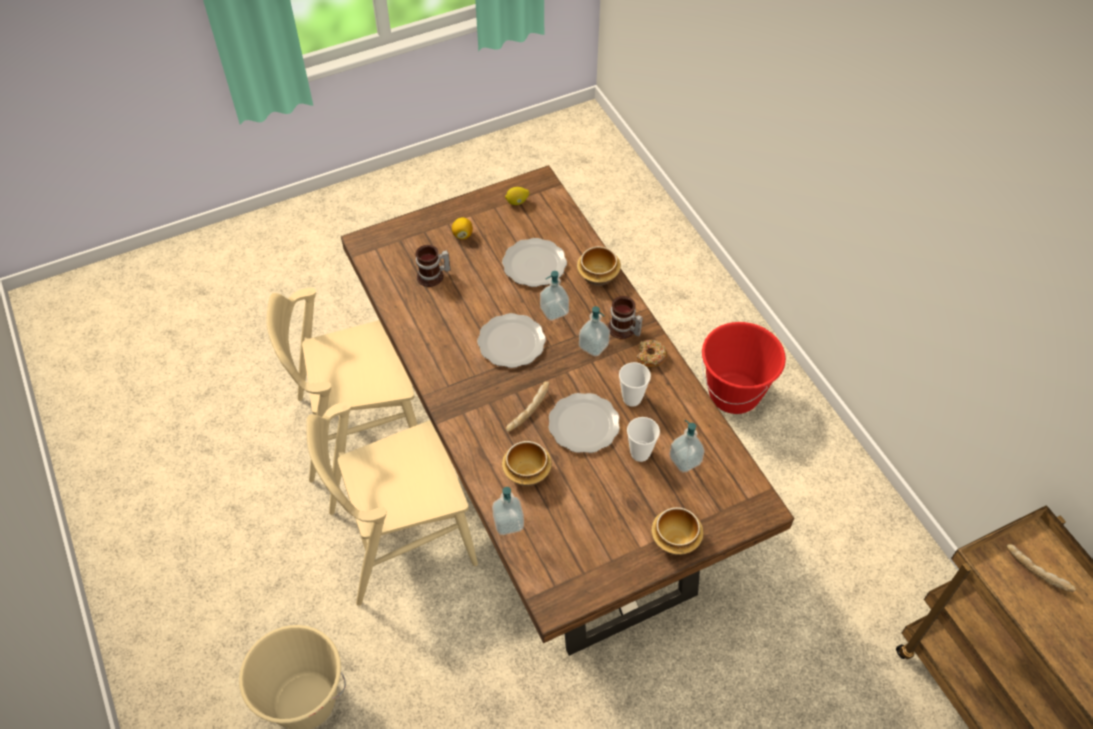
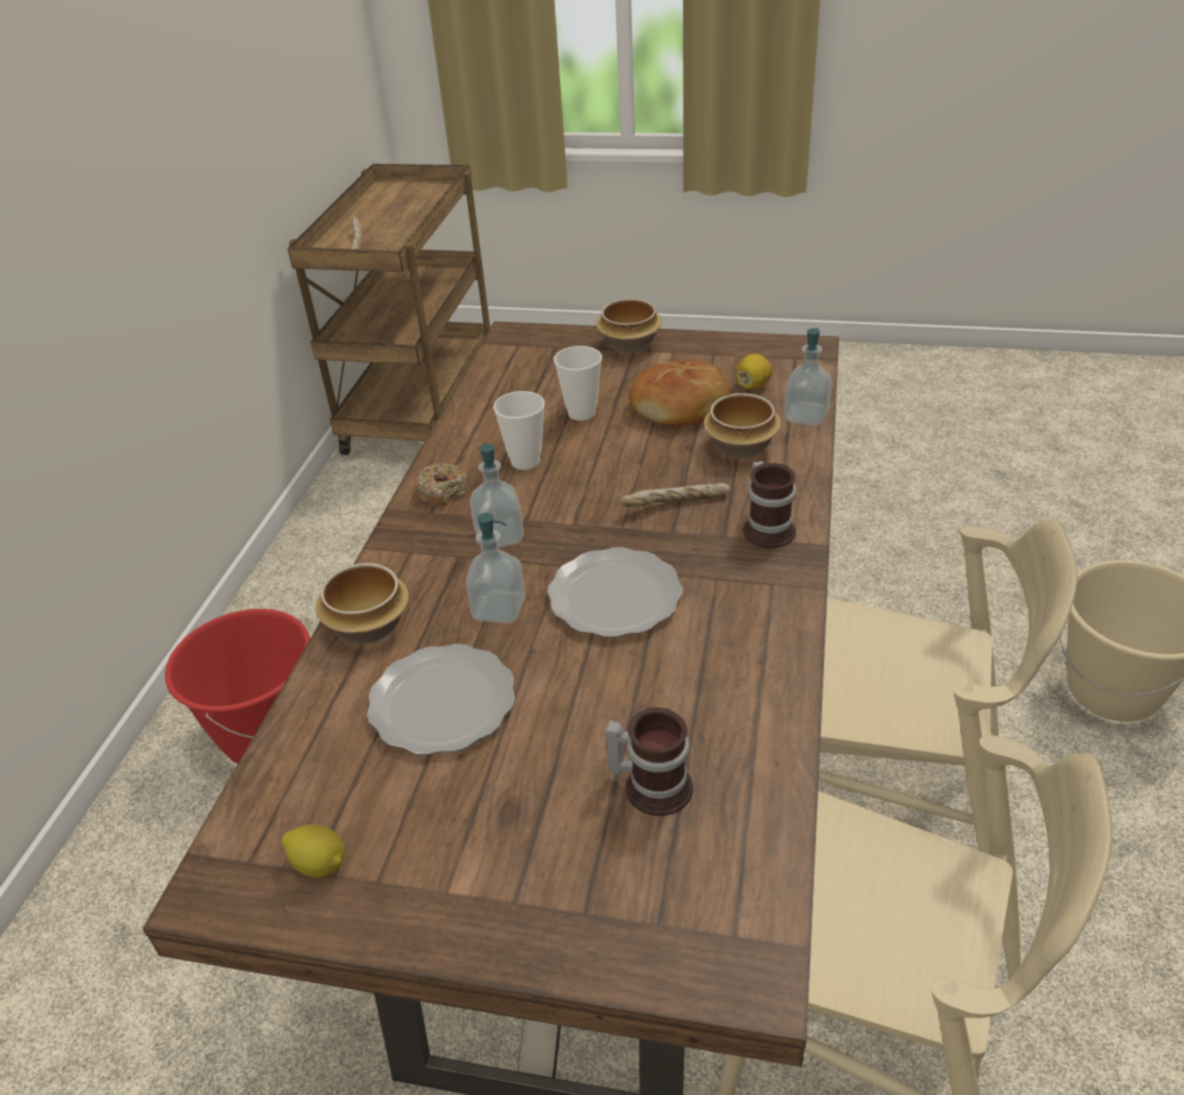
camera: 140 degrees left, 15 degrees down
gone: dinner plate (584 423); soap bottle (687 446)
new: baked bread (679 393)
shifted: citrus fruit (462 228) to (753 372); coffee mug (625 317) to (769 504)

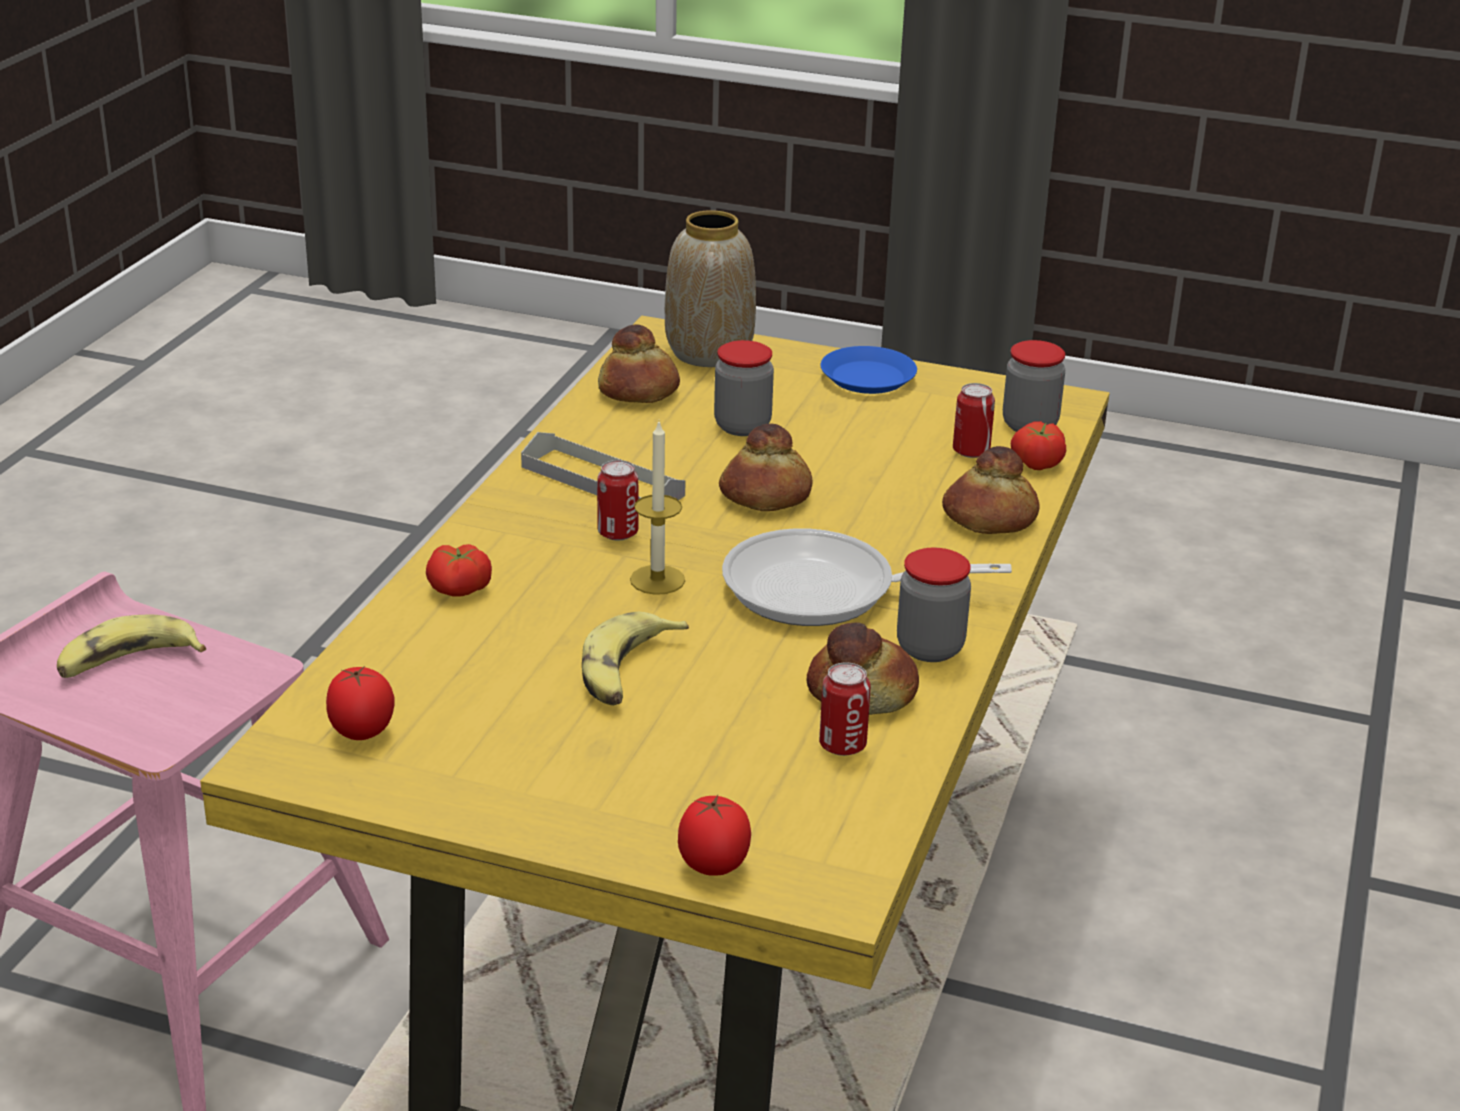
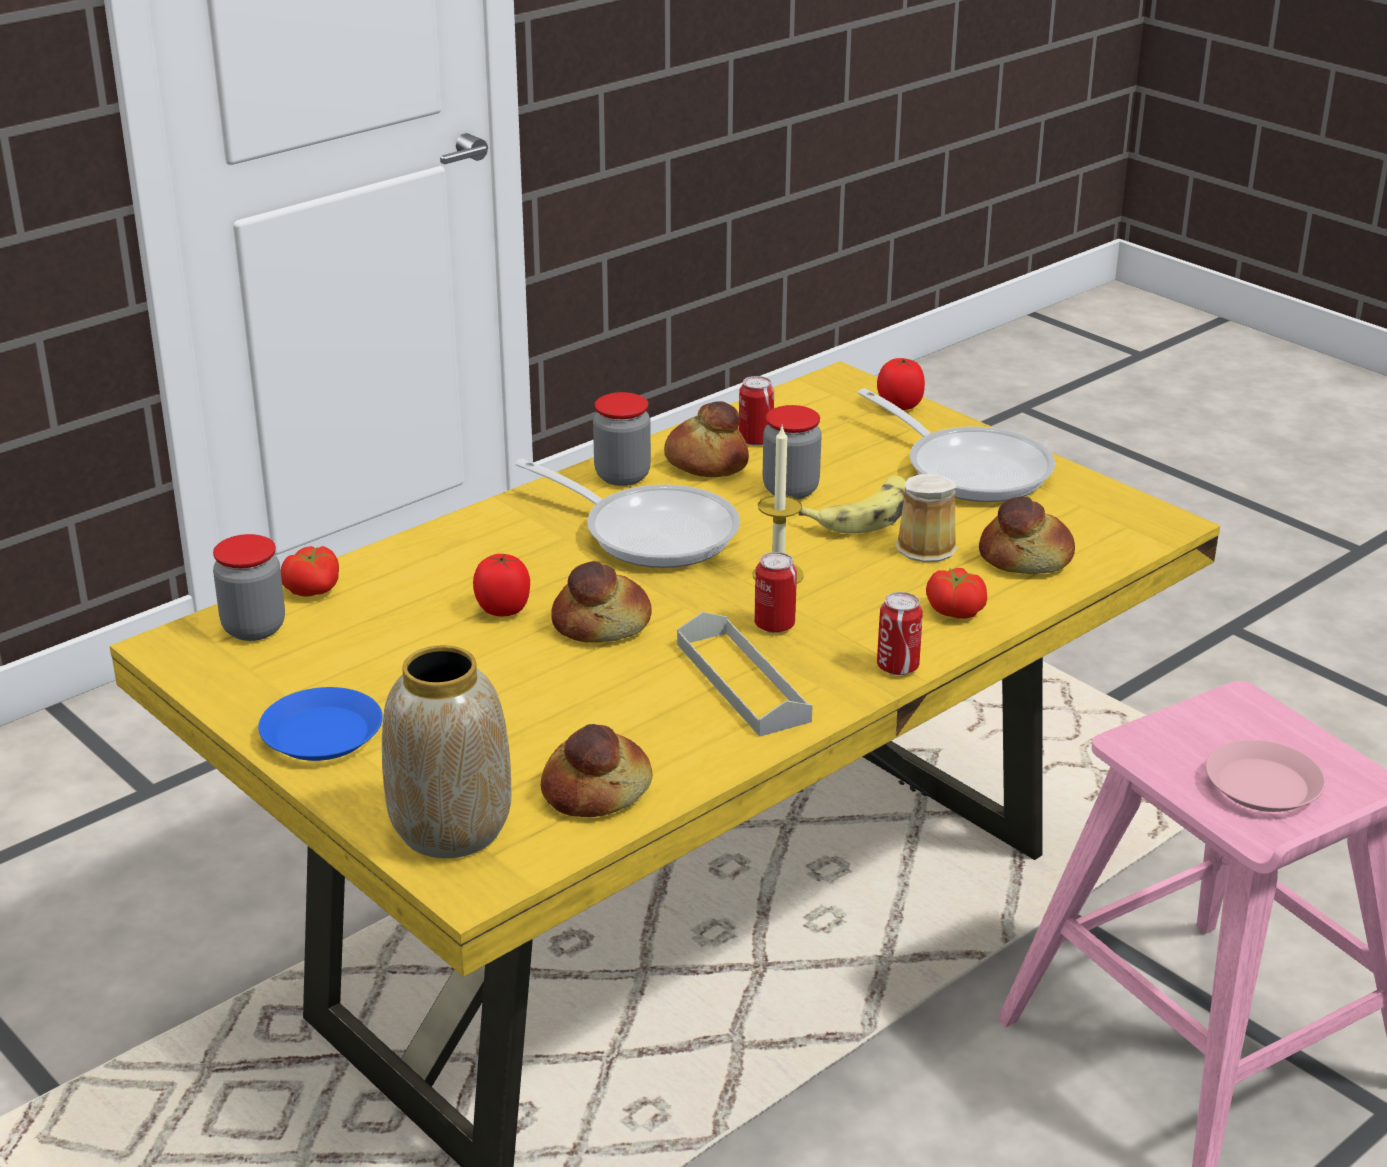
camera: 150 degrees left, 0 degrees up
new: frying pan (956 445); coffee mug (926 518)
shifted: jar (744 388) to (792 452); can (974 420) to (900 633); baked bread (991 490) to (1027 535); whole tomato (360 703) to (501 584)
swapped: banana fruit (131 646) to dinner plate in pinkish (1266 776)

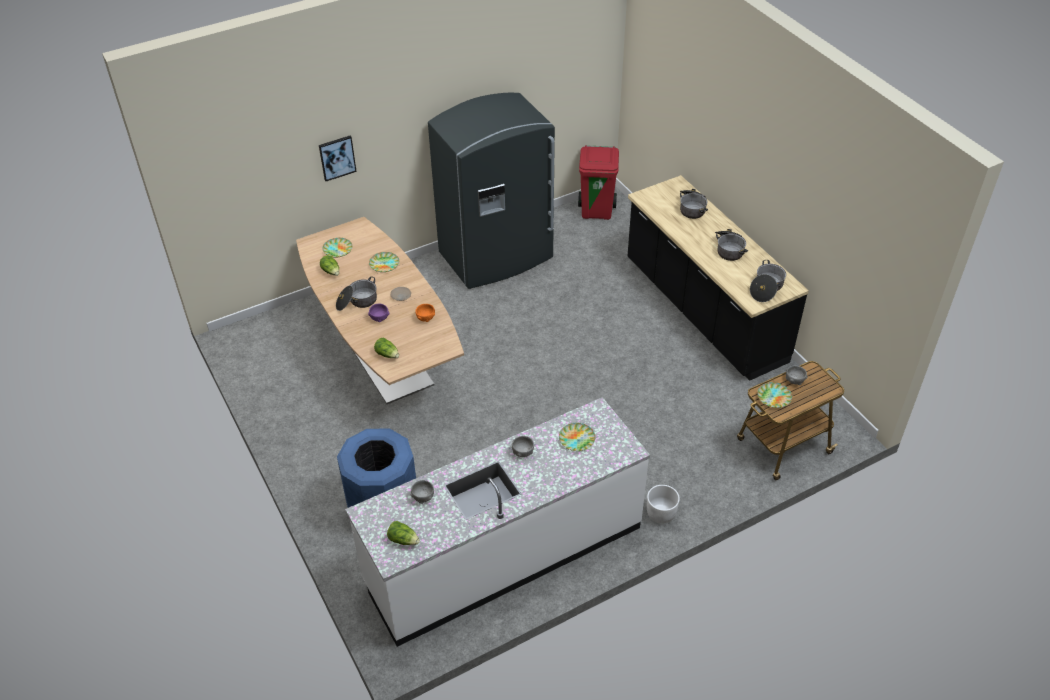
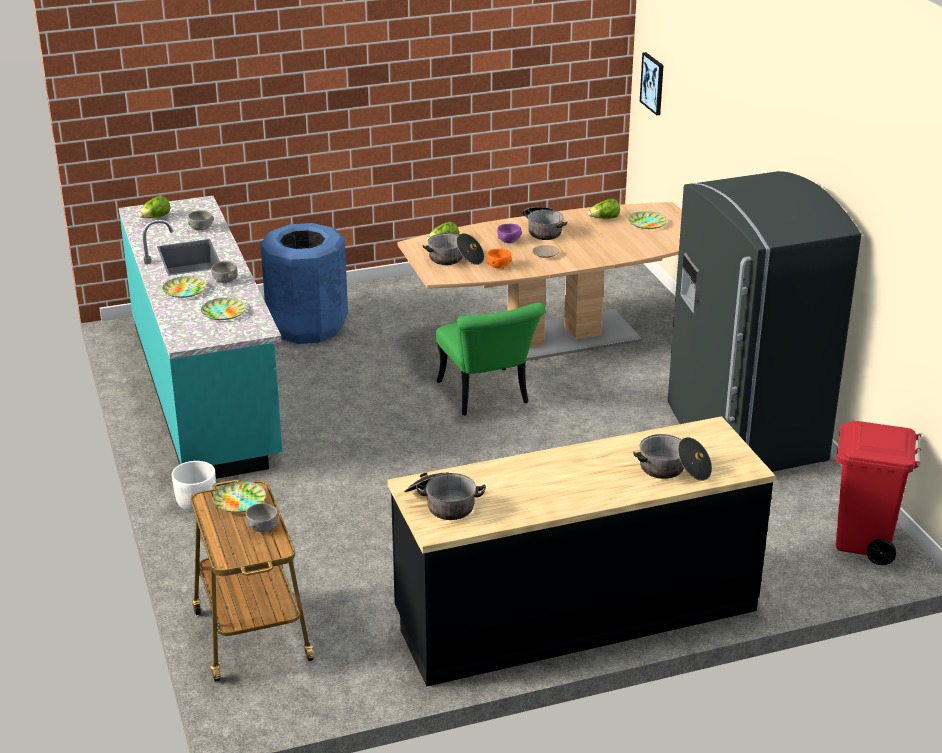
camera: 100 degrees right, 15 degrees down
new: plain chair in greenish (490 359)
shifted: wall picture (338 158) to (652 83); cooking pot (731 245) to (453 249); dinner plate (384 262) to (184 287)
repainted: counter in whitish (497 522) to counter in turquoise (200 337)

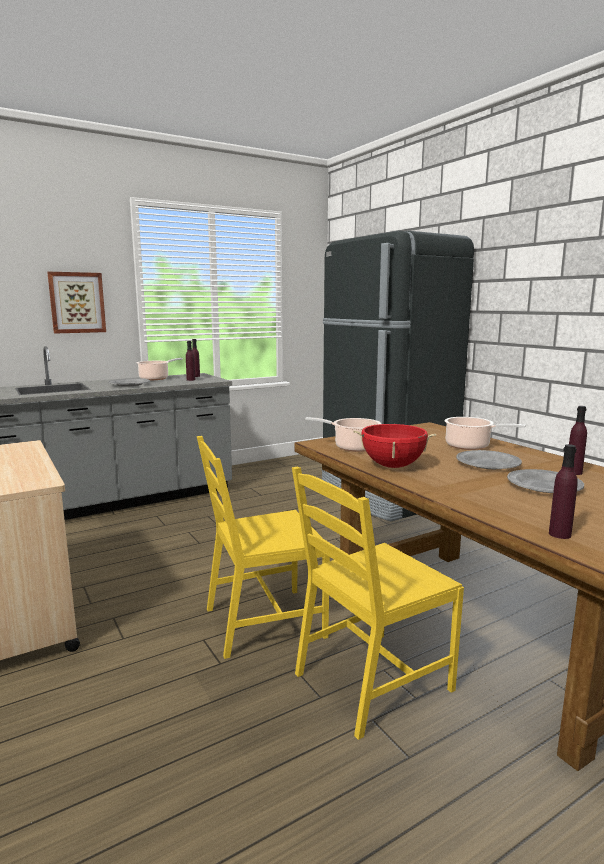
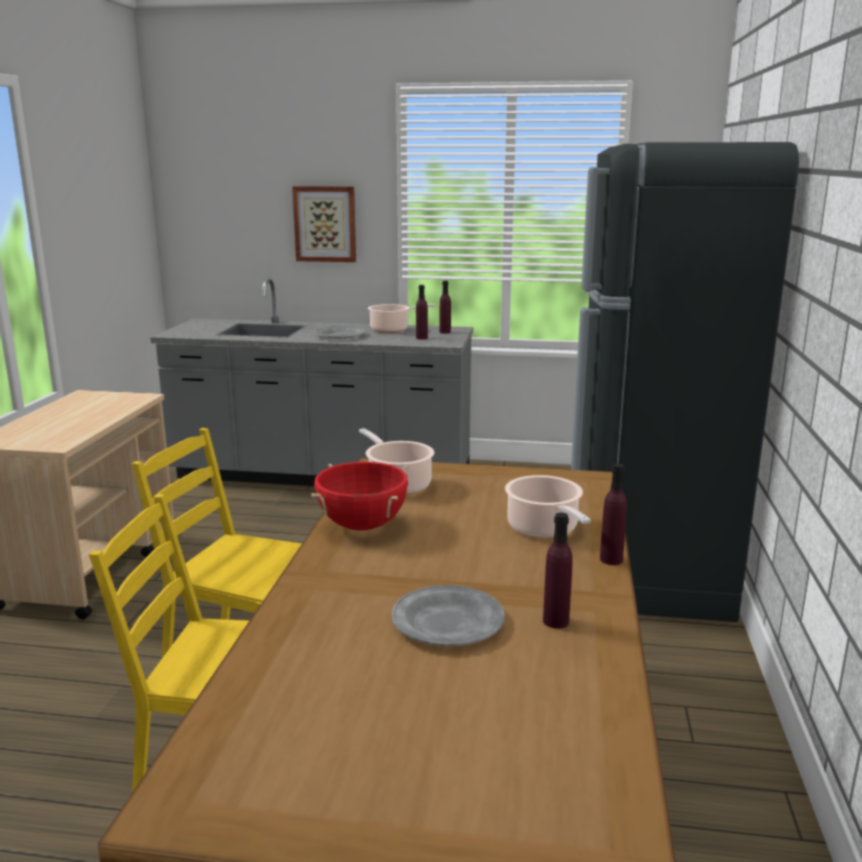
camera: 40 degrees right, 5 degrees up
gone: dinner plate in gray (489 459)
shifted: bottle in purple (563 491) to (613 514)

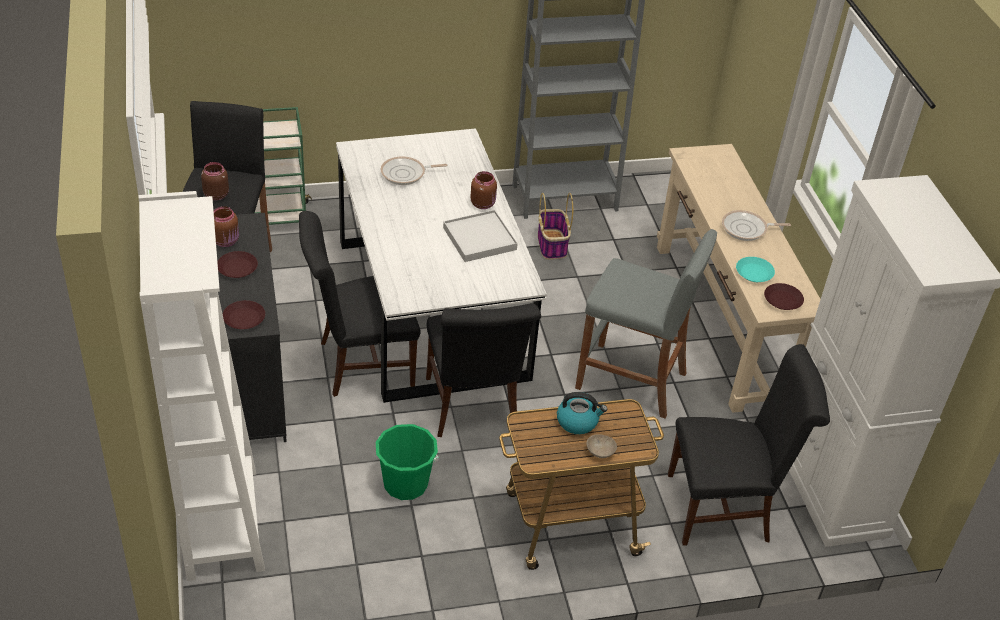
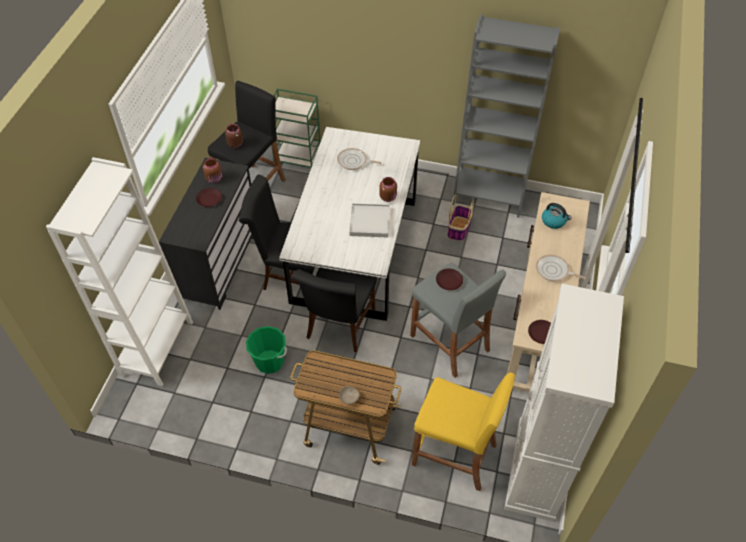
camera: 30 degrees right, 10 degrees up
gone: dinner plate in turquoise (755 269)
shifted: dinner plate in brown (244 314) to (449 279); kettle (582 413) to (557 216)
swapped: plain chair in blackish (749 445) to stool seat in yellow-coloured (463 431)

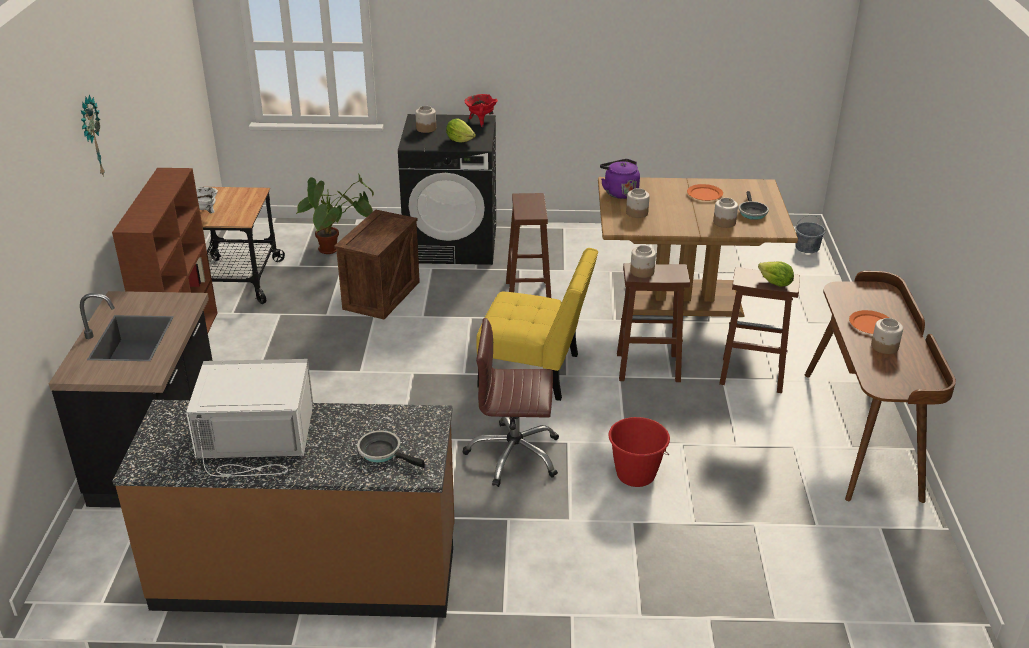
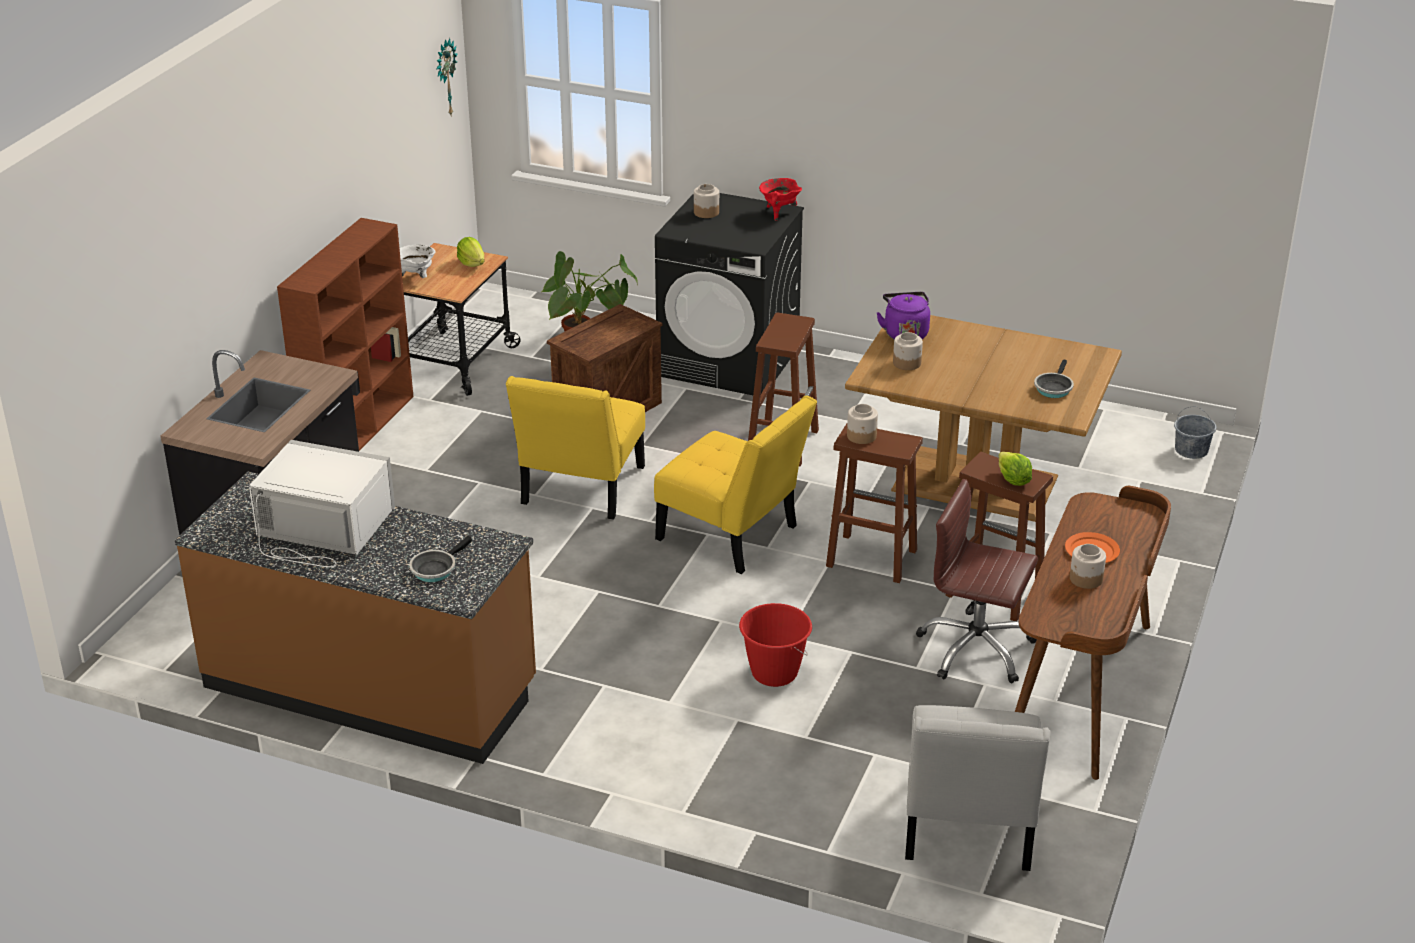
camera: 20 degrees right, 0 degrees up
gone: dinner plate in orangey (705 192); jar (725 213)
new: plain chair in yellow-coloured (575 448); plain chair in whitish (977 788)
shifted: clock on the wall (93 136) to (447 76); lettuce (461 130) to (471 252); desk chair in brown (511 402) to (977 581)
rotated: frying pan (391 449) = (440 559) 105 degrees counterclockwise

